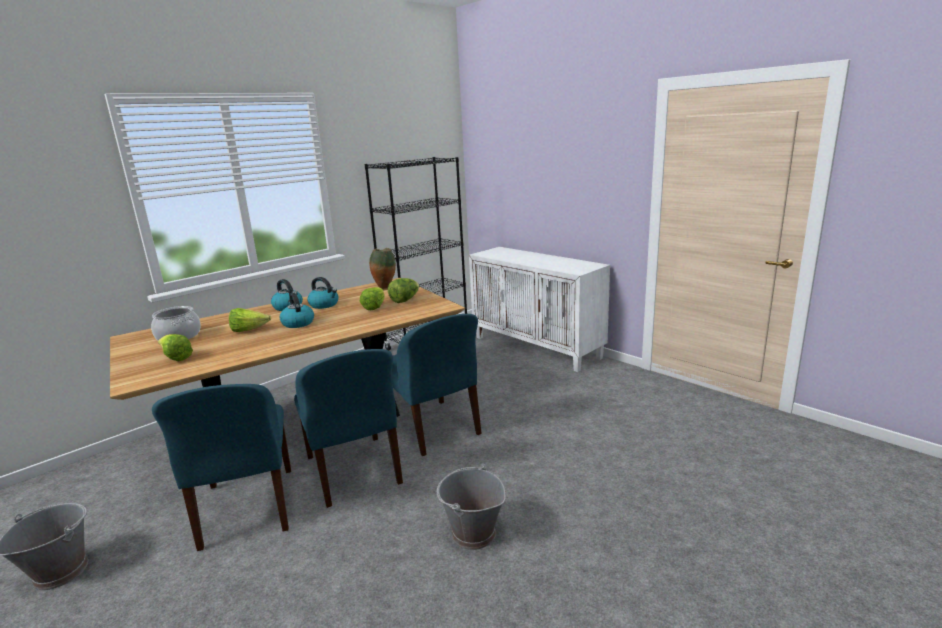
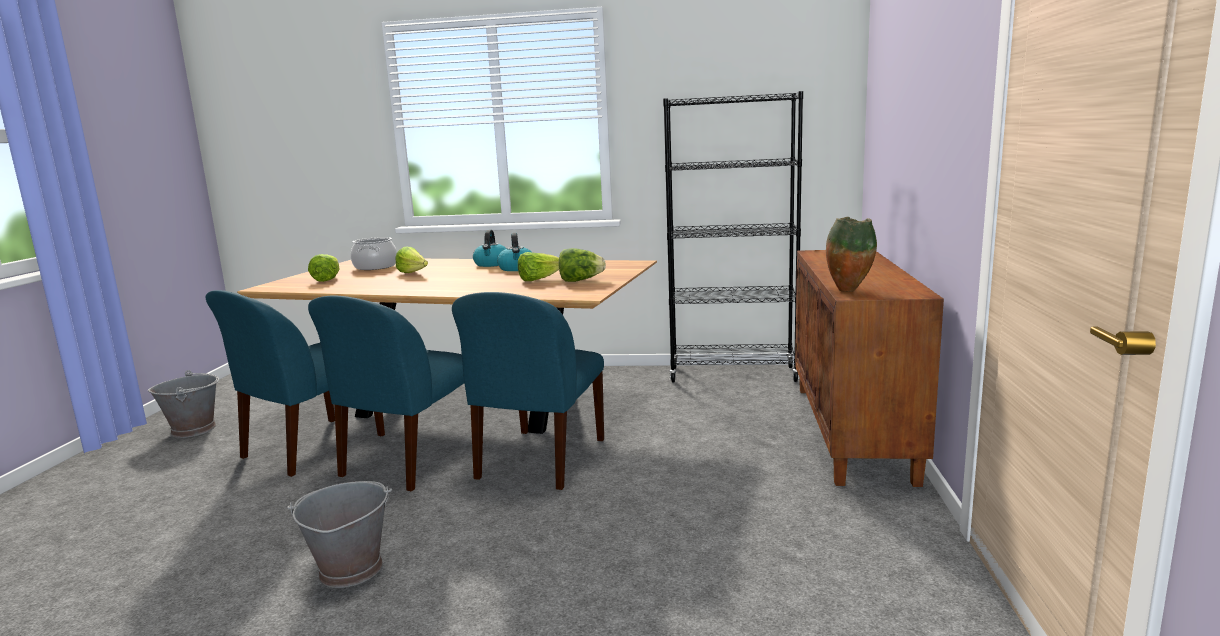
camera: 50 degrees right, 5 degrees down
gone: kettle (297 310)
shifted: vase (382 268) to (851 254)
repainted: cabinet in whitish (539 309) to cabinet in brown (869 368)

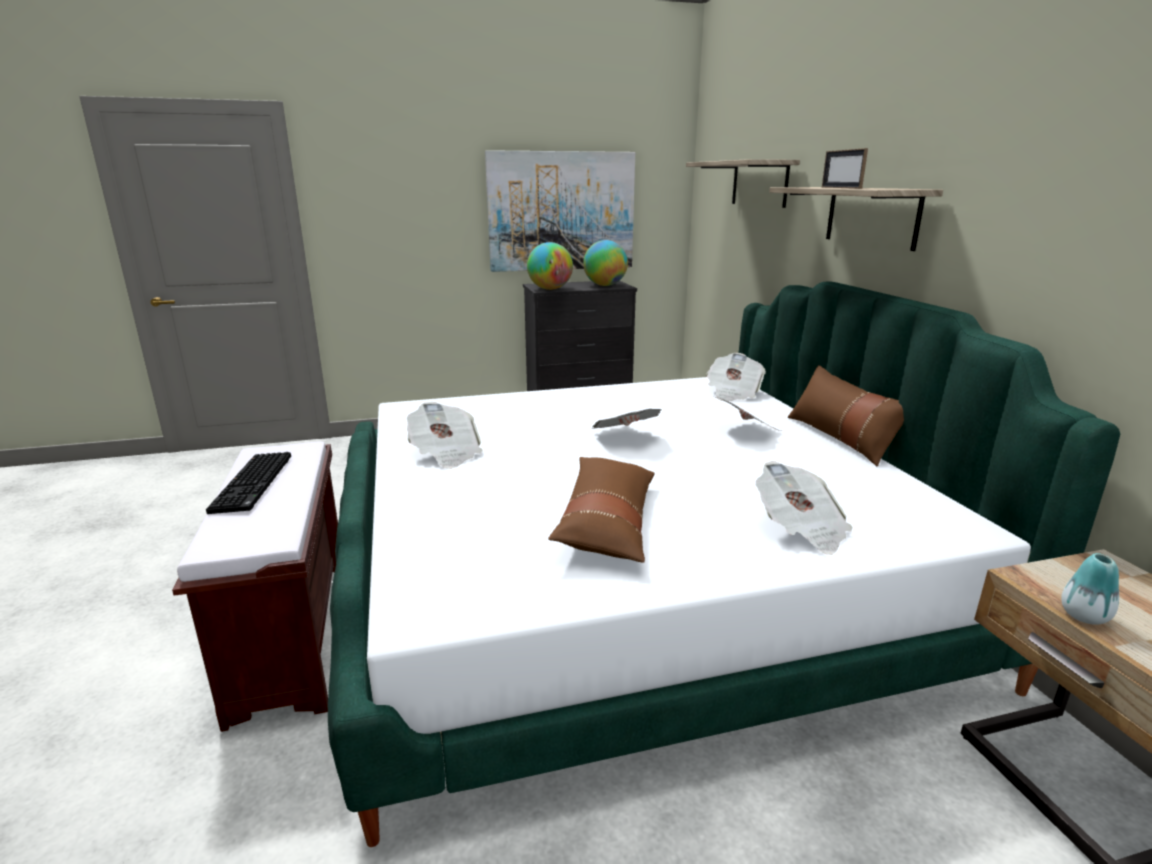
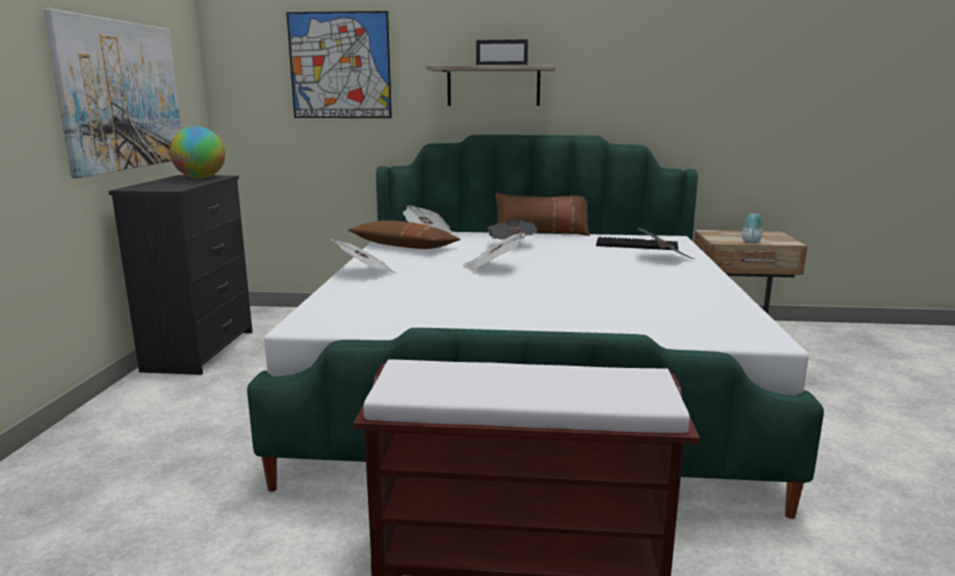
camera: 70 degrees left, 5 degrees down
gone: desk globe (550 266)
shifted: printed paper (444 435) to (363 256); PC keyboard (248 483) to (637 243); pillow in brown (601 510) to (404 234)
swapped: wall shelf (743 183) to wall picture (339 64)

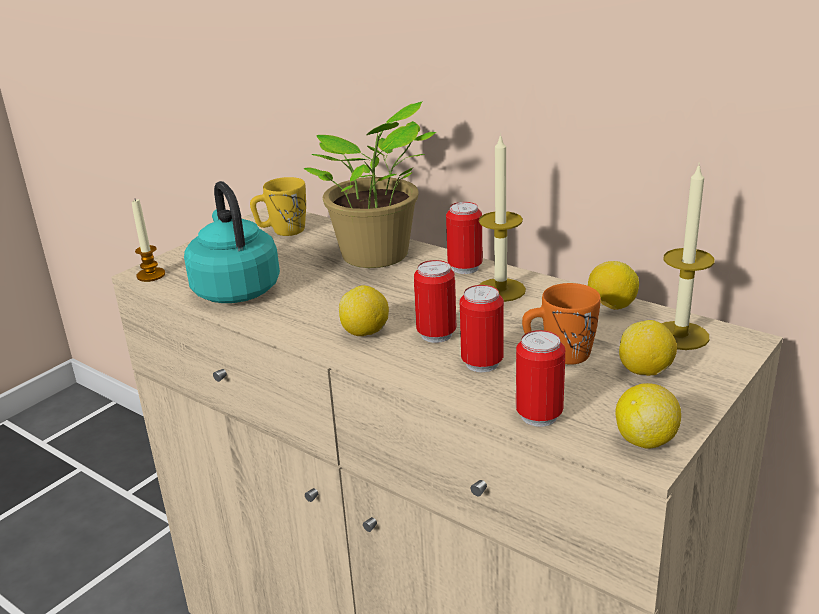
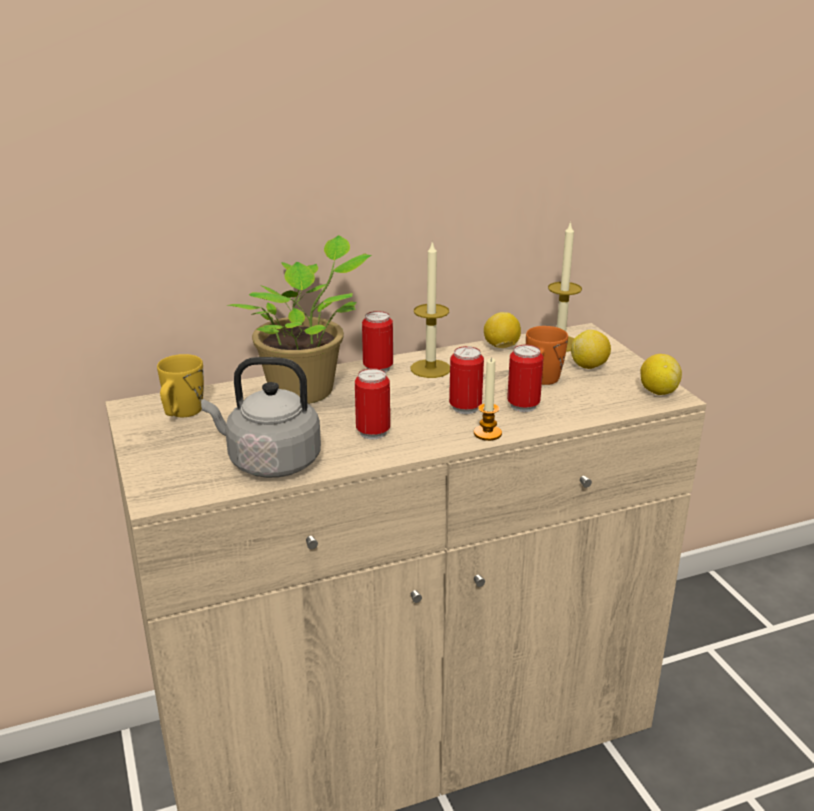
camera: 60 degrees left, 0 degrees up
gone: citrus fruit (364 310)
shifted: wax light (148 240) to (488 399); can (540 378) to (372 403)
repainted: kettle in turquoise (232 242) to kettle in gray (261 417)

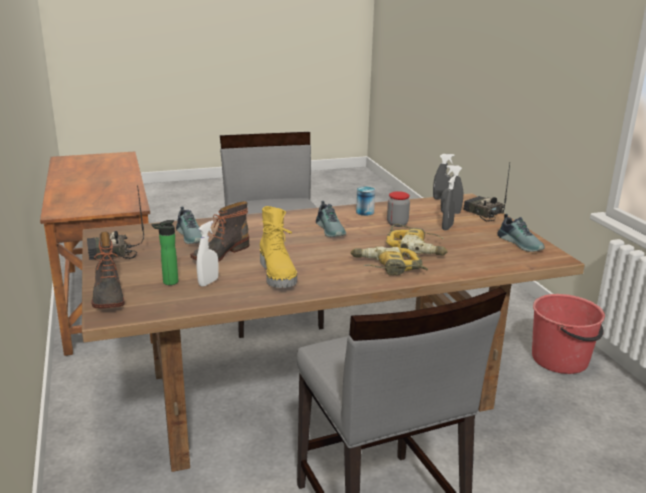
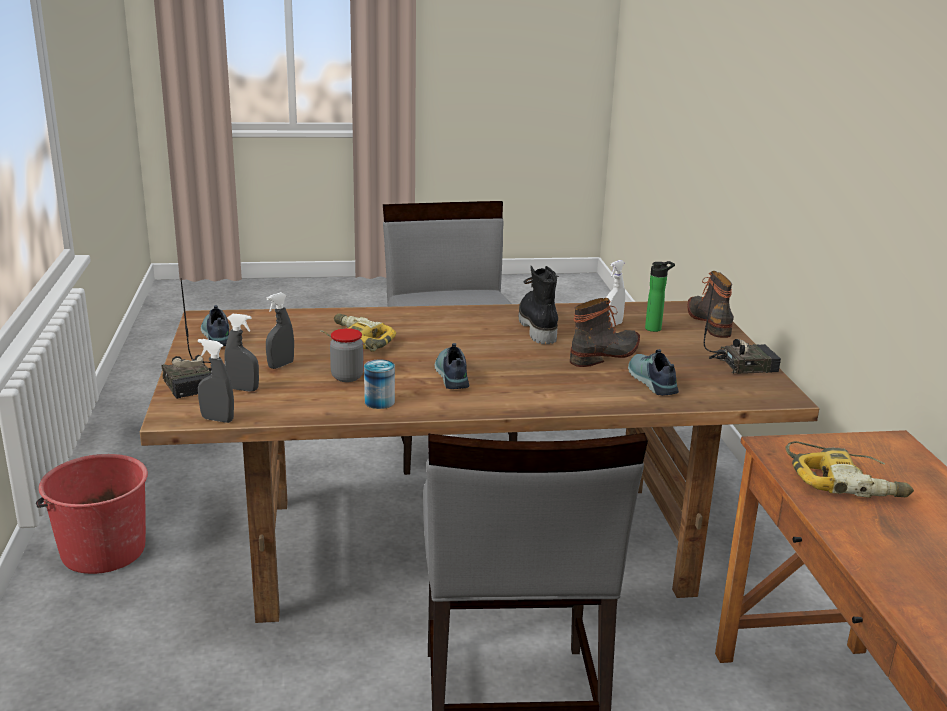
camera: 170 degrees left, 0 degrees up
shifted: electric drill (389 261) to (849 469)
repainted: high-top boot in yellow-coloured (278 247) to high-top boot in blackish (539 305)

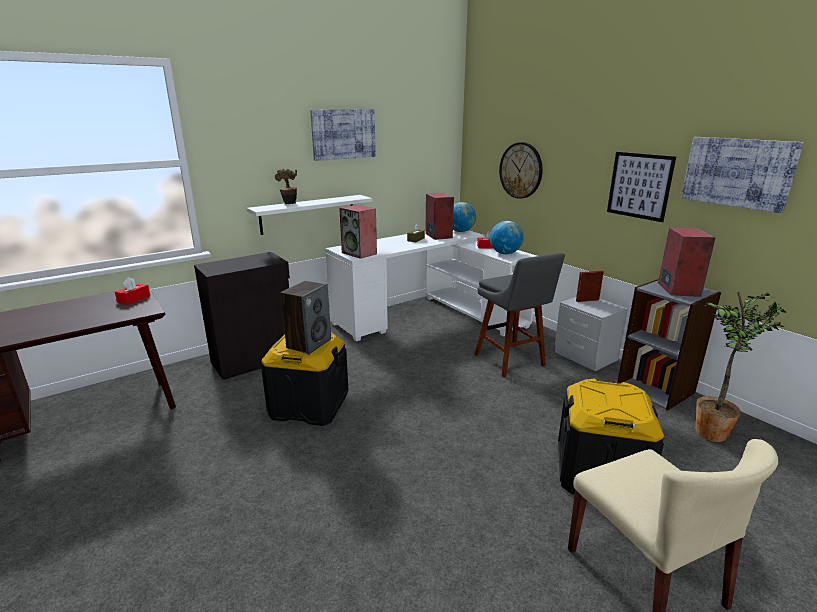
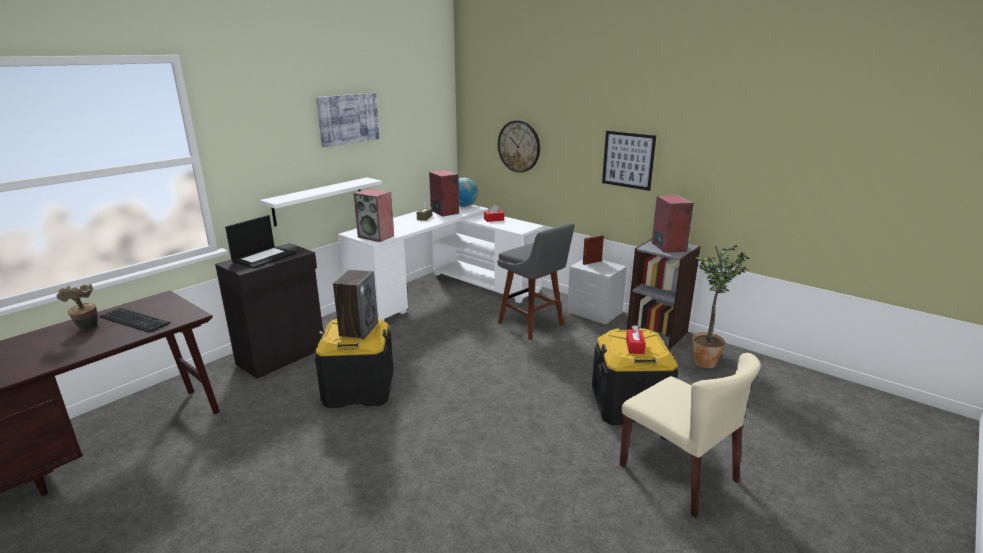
camera: 15 degrees left, 0 degrees up
gone: wall picture (742 175); desk globe (507 237)
new: notebook computer (260 242); PC keyboard (135 320)
shifted: plant in a pot (286 186) to (77 307); tissue box in red (132 291) to (636 339)

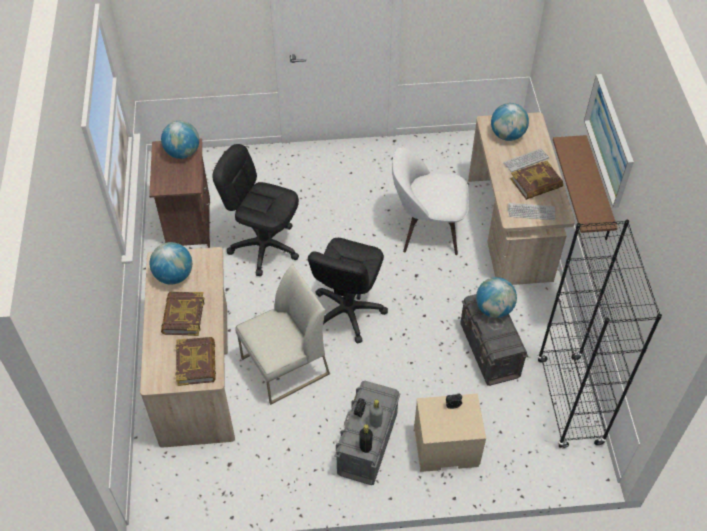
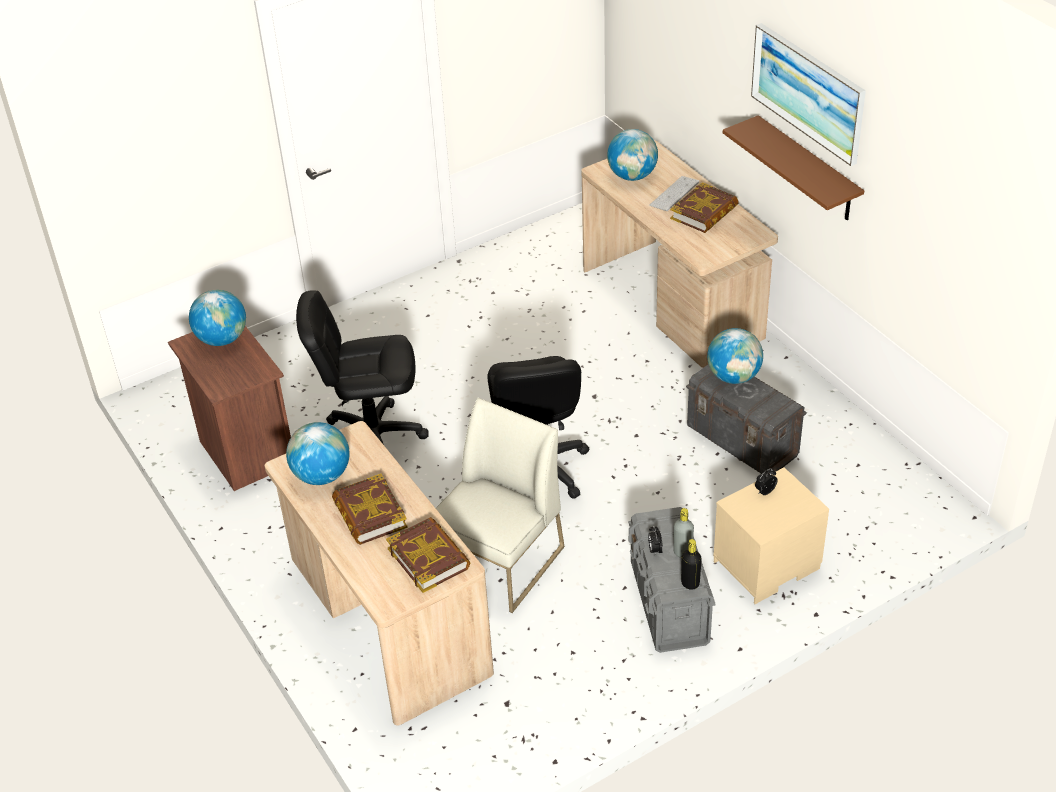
camera: 25 degrees left, 10 degrees down
gone: plain chair in whitish (430 201); PC keyboard (531 211); bookcase in blackish (599 334)

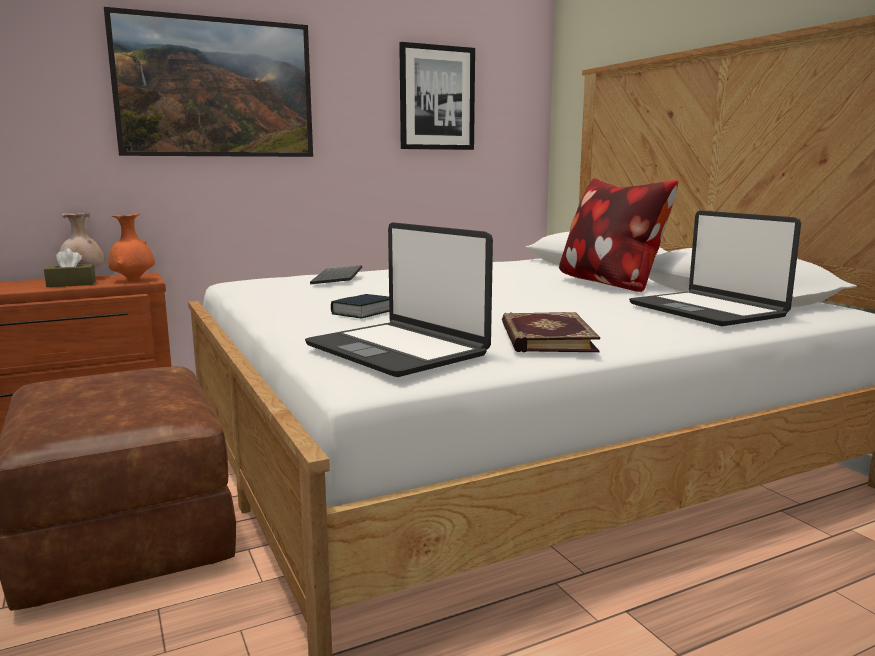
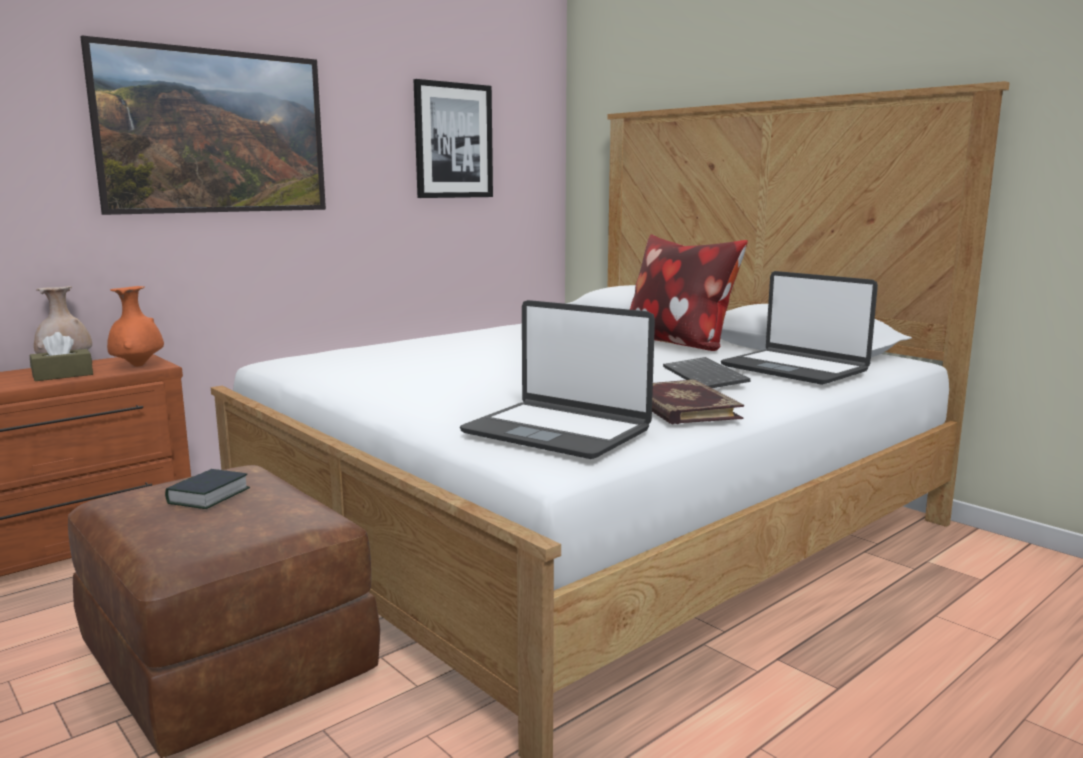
camera: 15 degrees left, 0 degrees up
shifted: PC keyboard (336 274) to (706 372); volume (360 306) to (207 489)

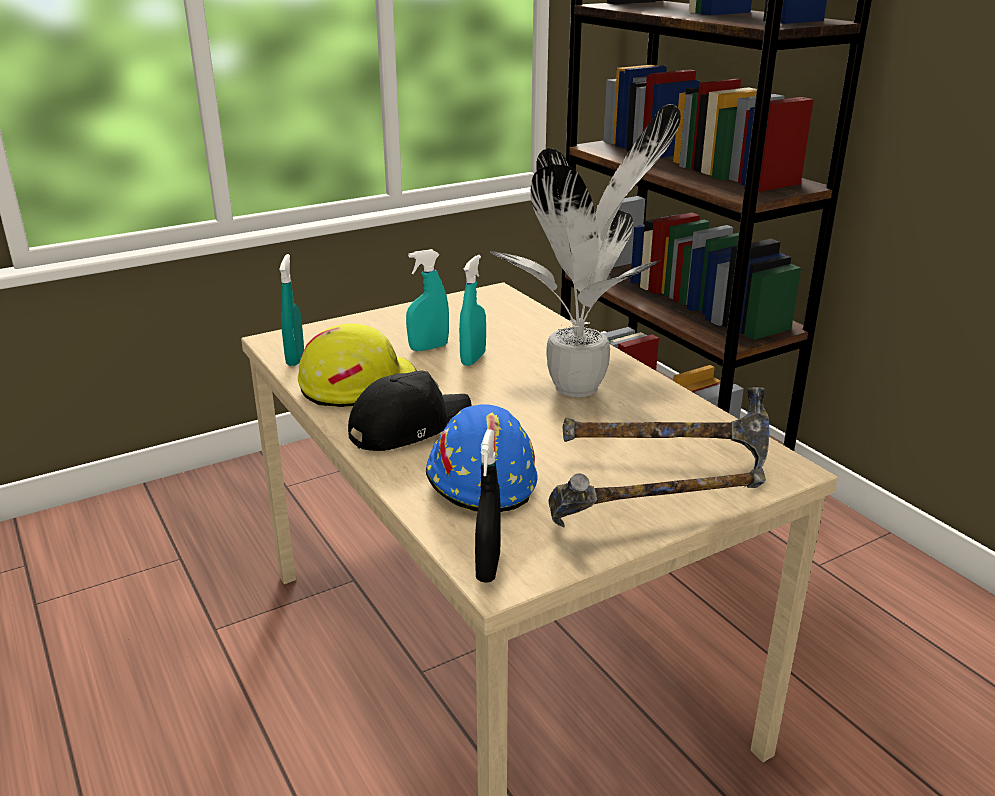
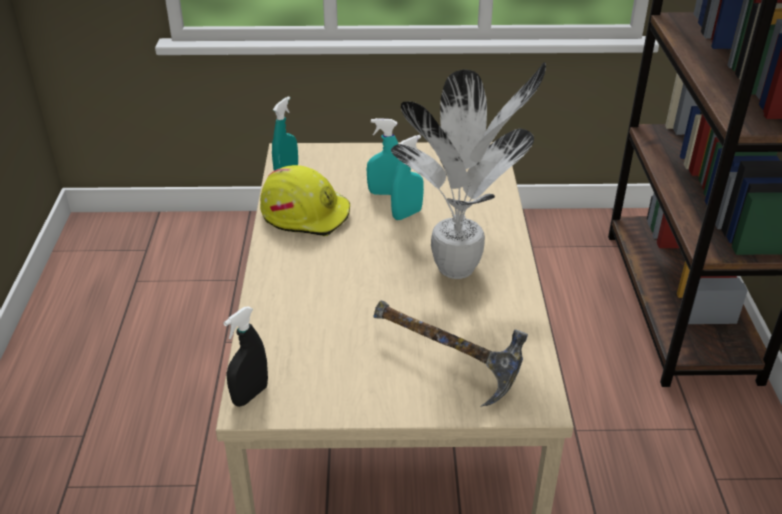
camera: 30 degrees right, 10 degrees up
gone: baseball cap in blackish (410 411); safety helmet in blue-coloured (482 458); hammer (657 497)

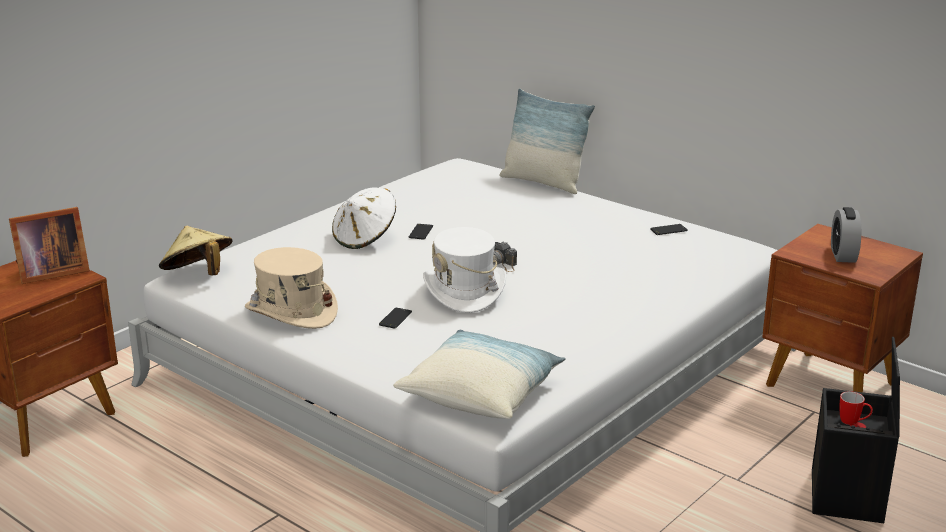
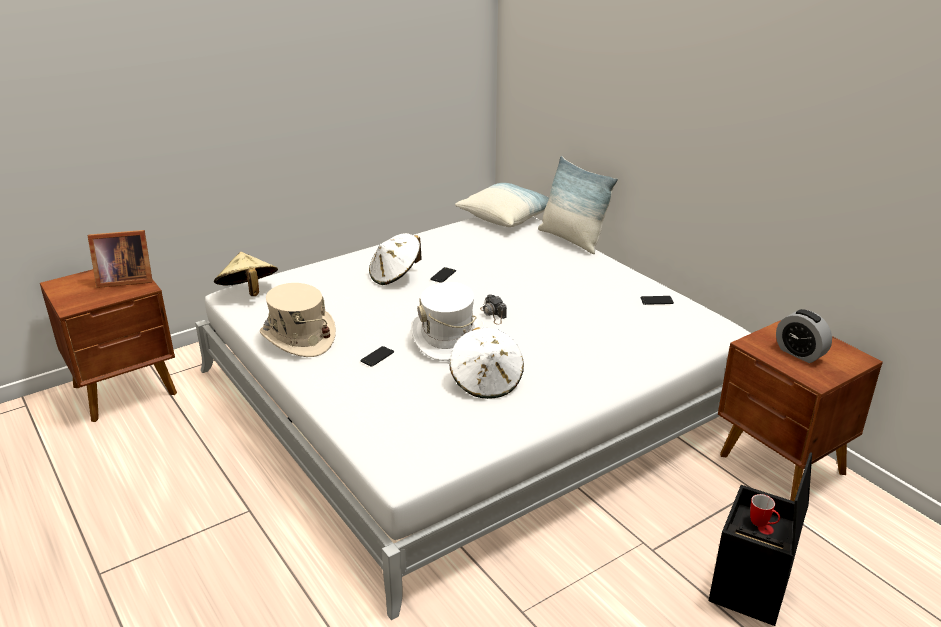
camera: 15 degrees right, 5 degrees up
new: clothing hat in whitish (486 363)
shifted: pillow (479 374) to (502 205)
rotated: alarm clock (846 235) = (804 336) 60 degrees counterclockwise

